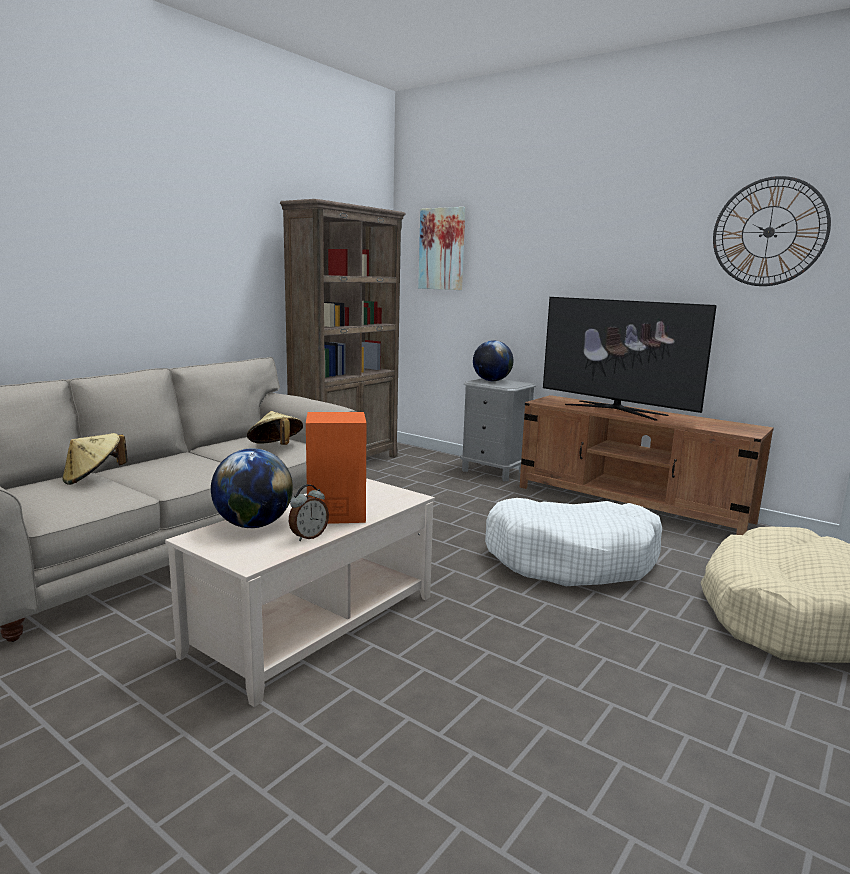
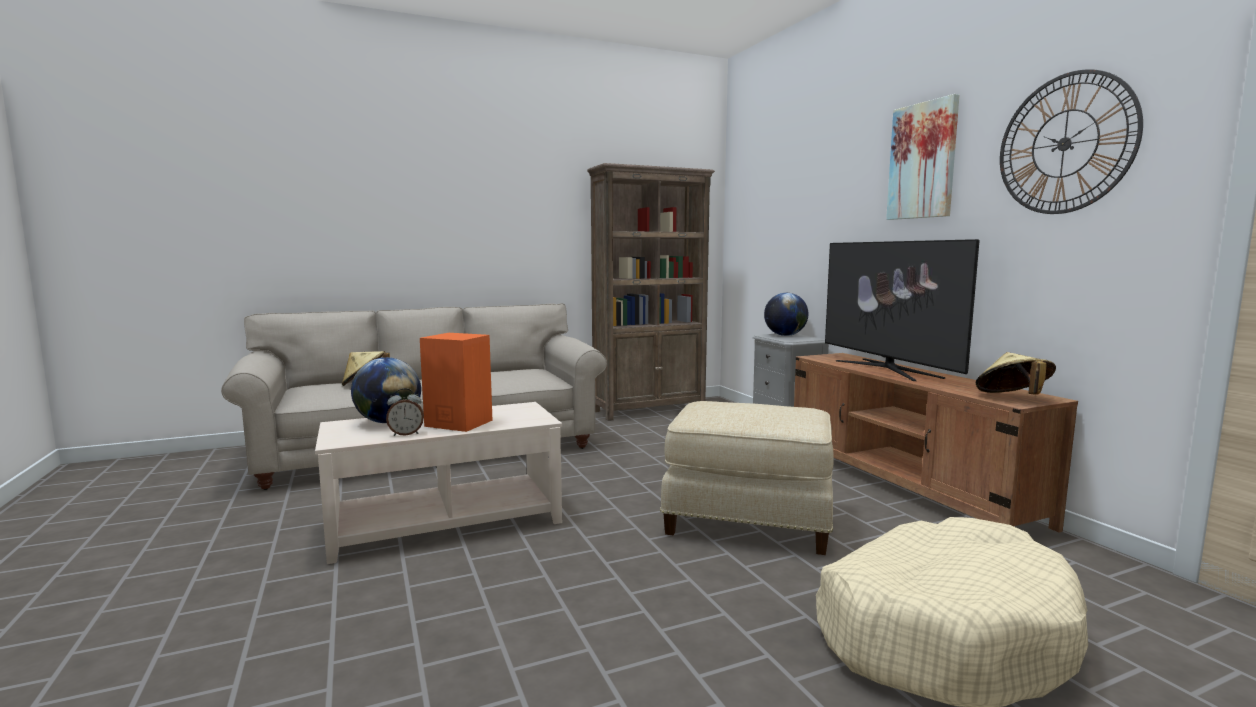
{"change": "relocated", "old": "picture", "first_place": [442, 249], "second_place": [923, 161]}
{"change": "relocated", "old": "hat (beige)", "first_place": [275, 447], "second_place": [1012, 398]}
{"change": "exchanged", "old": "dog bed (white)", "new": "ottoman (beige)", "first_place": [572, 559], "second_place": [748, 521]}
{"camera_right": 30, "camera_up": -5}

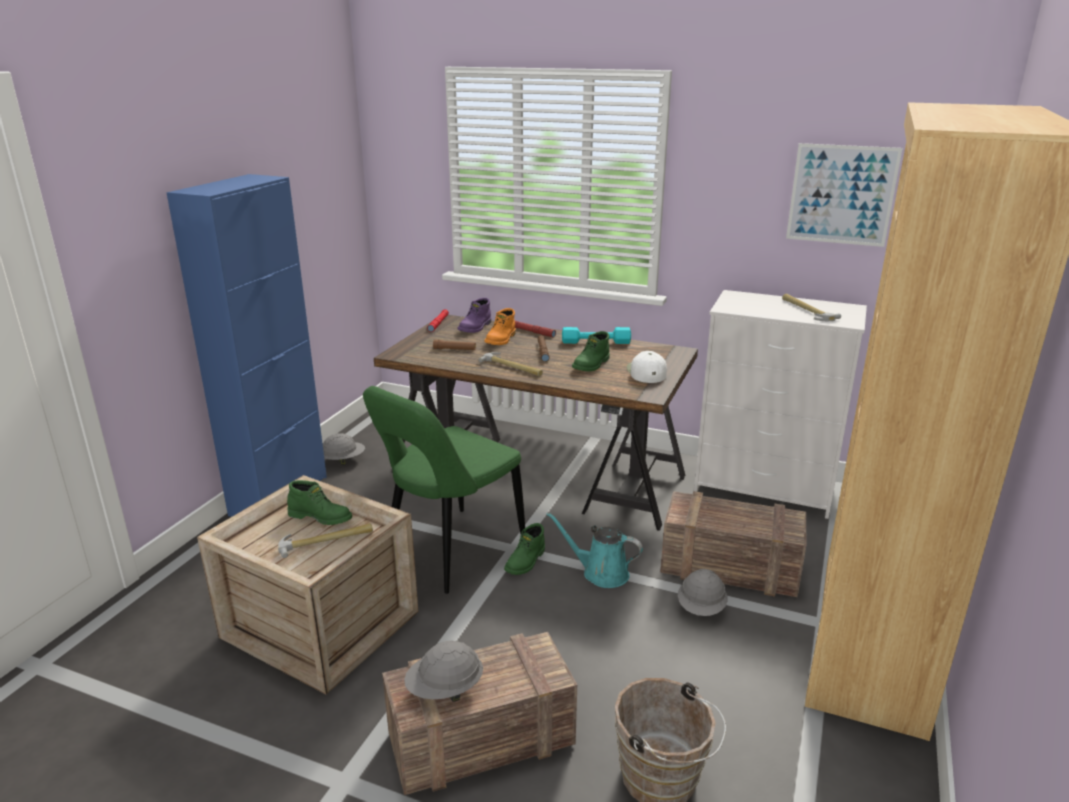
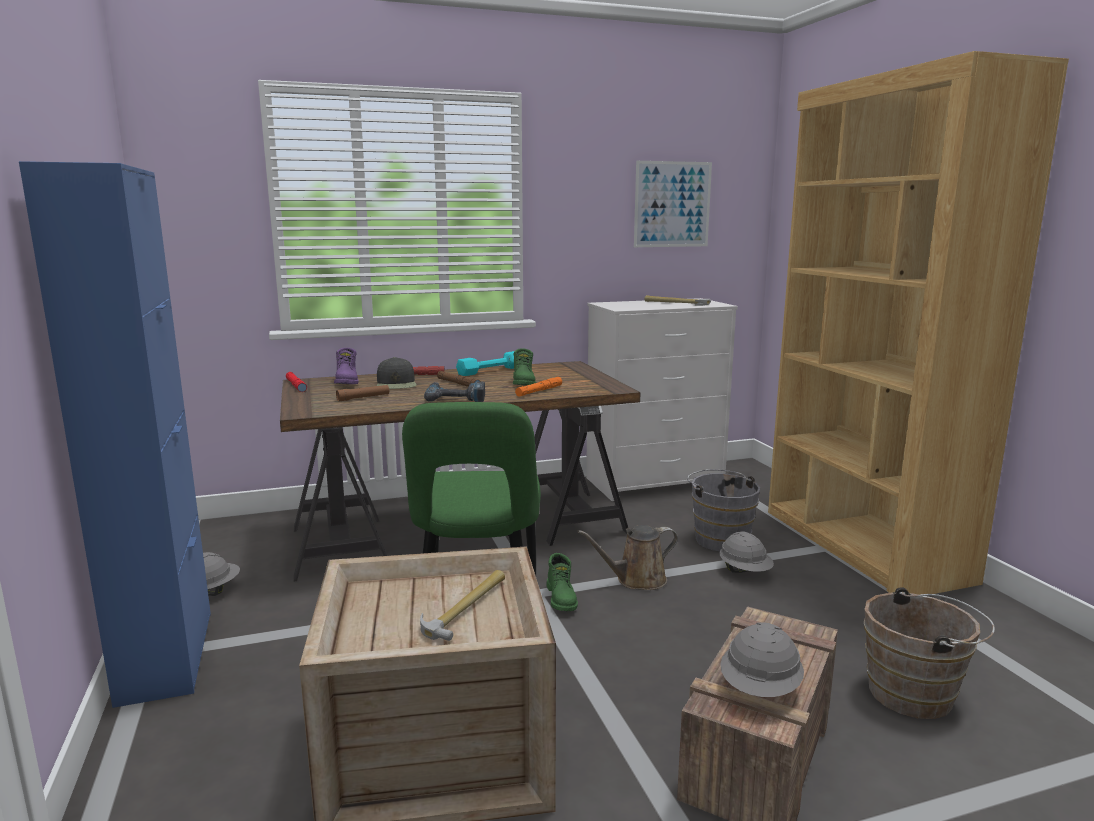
{"change": "exchanged", "old": "boot (orange)", "new": "cap (black)", "first_place": [501, 339], "second_place": [396, 384]}
{"change": "missing", "old": "cap (white)", "first_place": [646, 372]}
{"change": "exchanged", "old": "hammer", "new": "power drill", "first_place": [512, 367], "second_place": [455, 397]}
{"change": "missing", "old": "boot (green)", "first_place": [321, 517]}
{"change": "exchanged", "old": "crate", "new": "bucket (grey)", "first_place": [731, 568], "second_place": [719, 538]}
{"change": "colour", "old": "watering can (turquoise)", "new": "watering can (brown)", "first_place": [601, 573], "second_place": [636, 580]}
{"change": "appeared", "new": "flashlight (orange)", "second_place": [539, 391]}
{"camera_right": -40, "camera_up": -10}

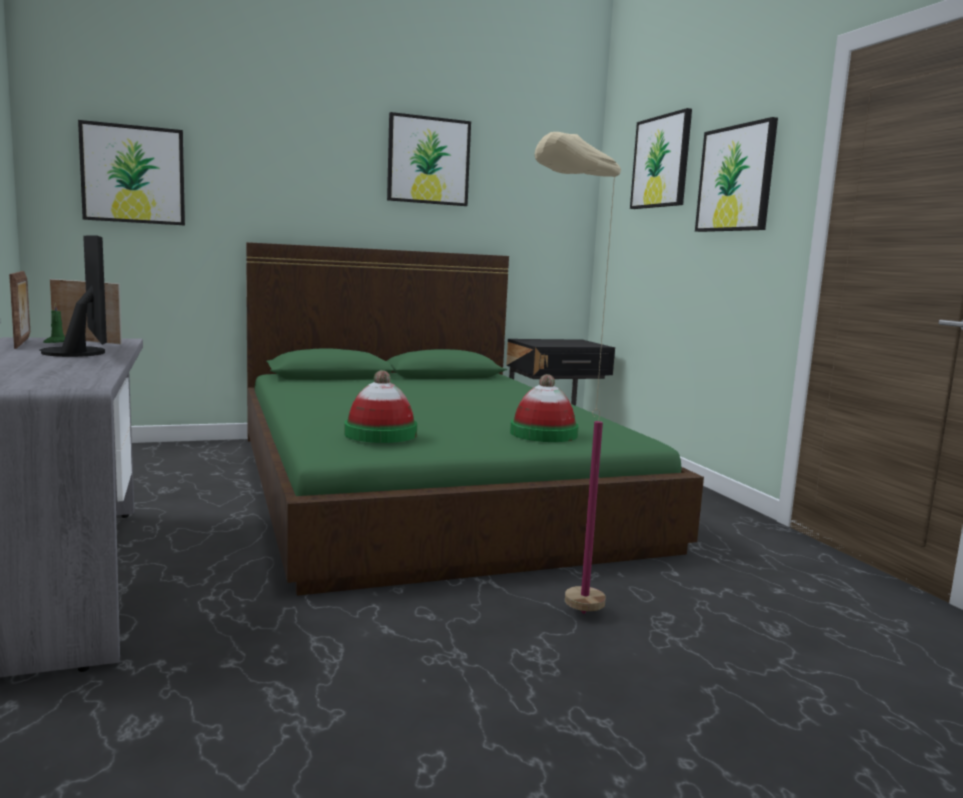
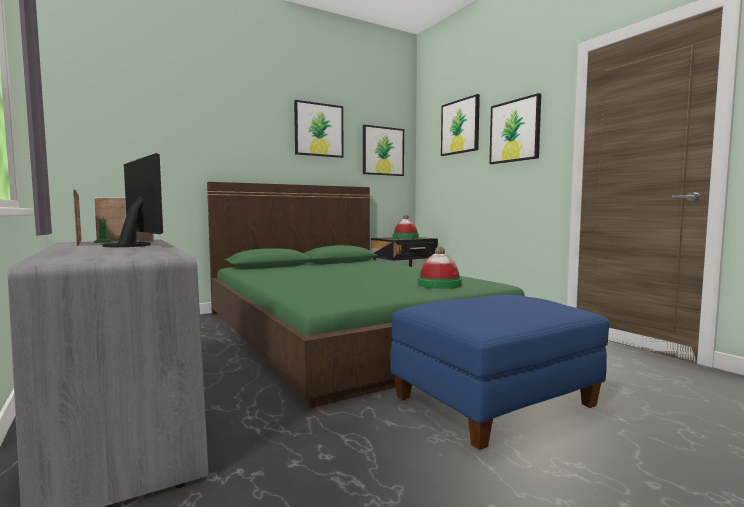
{"change": "relocated", "old": "picture", "first_place": [133, 174], "second_place": [383, 151]}
{"change": "exchanged", "old": "floor lamp (beige)", "new": "ottoman (blue)", "first_place": [556, 621], "second_place": [493, 402]}
{"change": "relocated", "old": "hat", "first_place": [380, 434], "second_place": [405, 237]}
{"camera_right": -10, "camera_up": -5}

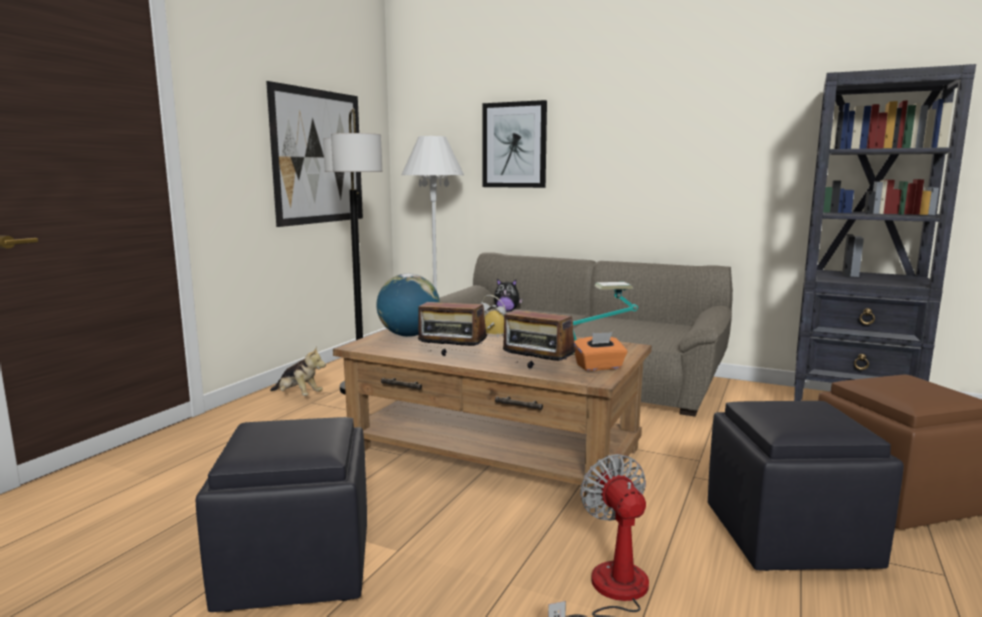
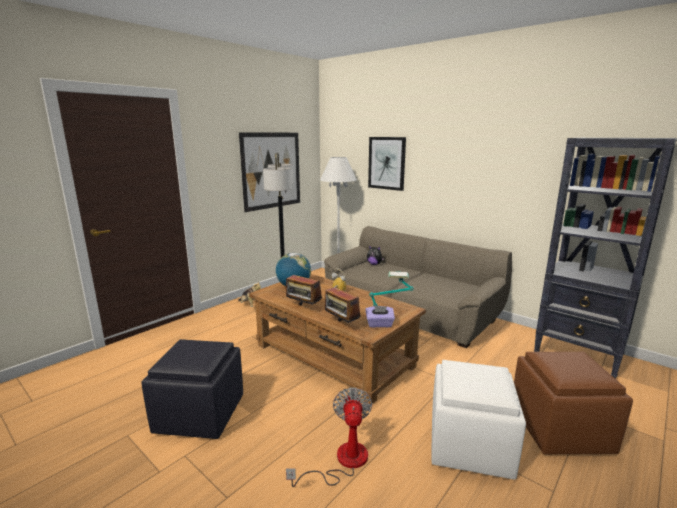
{"change": "colour", "old": "tissue box (orange)", "new": "tissue box (purple)", "first_place": [599, 367], "second_place": [379, 324]}
{"change": "colour", "old": "ottoman (black)", "new": "ottoman (white)", "first_place": [791, 537], "second_place": [470, 446]}
{"camera_right": 15, "camera_up": 5}

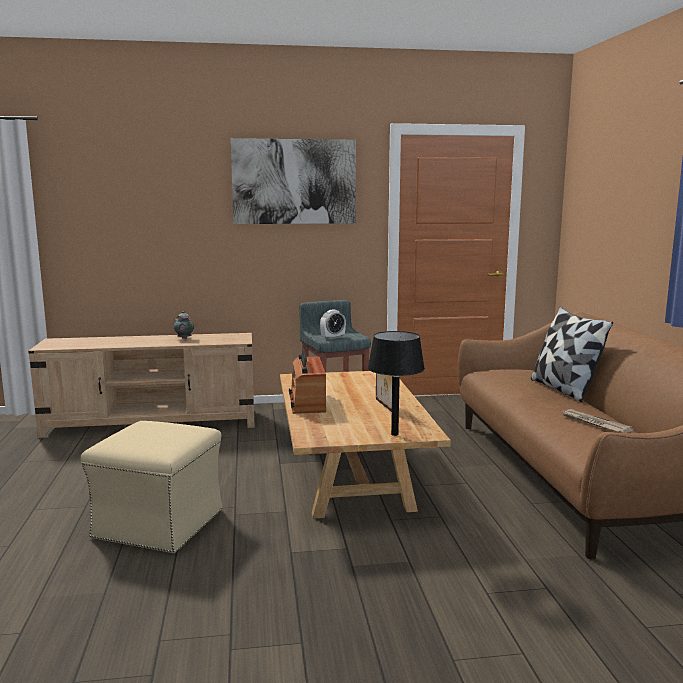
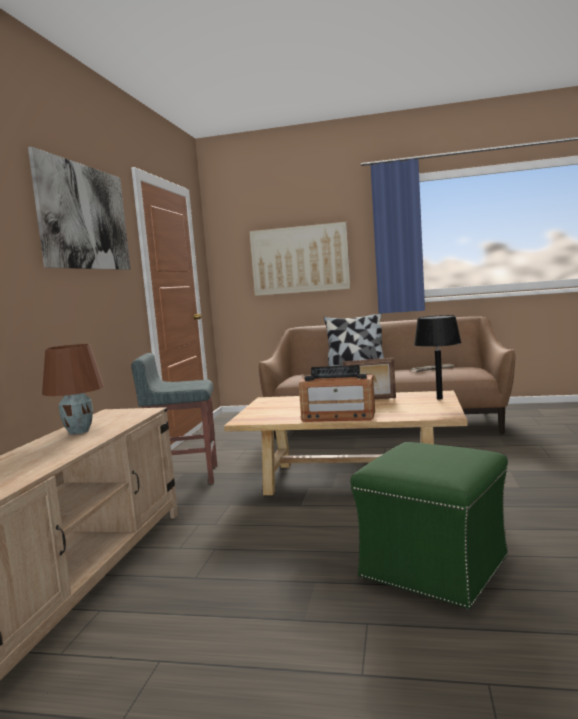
{"change": "missing", "old": "alarm clock", "first_place": [333, 337]}
{"change": "exchanged", "old": "teapot", "new": "table lamp (brown)", "first_place": [184, 338], "second_place": [79, 431]}
{"change": "colour", "old": "ottoman (beige)", "new": "ottoman (green)", "first_place": [160, 524], "second_place": [435, 566]}
{"change": "appeared", "new": "picture", "second_place": [299, 259]}
{"camera_right": -70, "camera_up": -5}

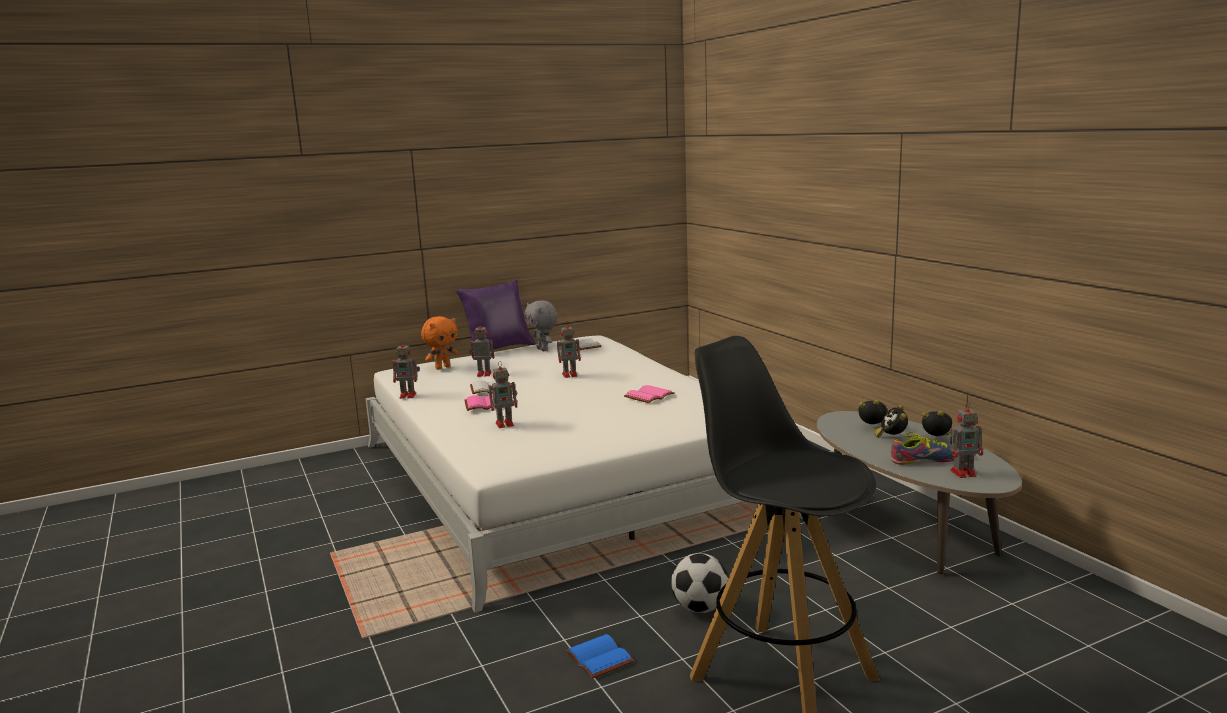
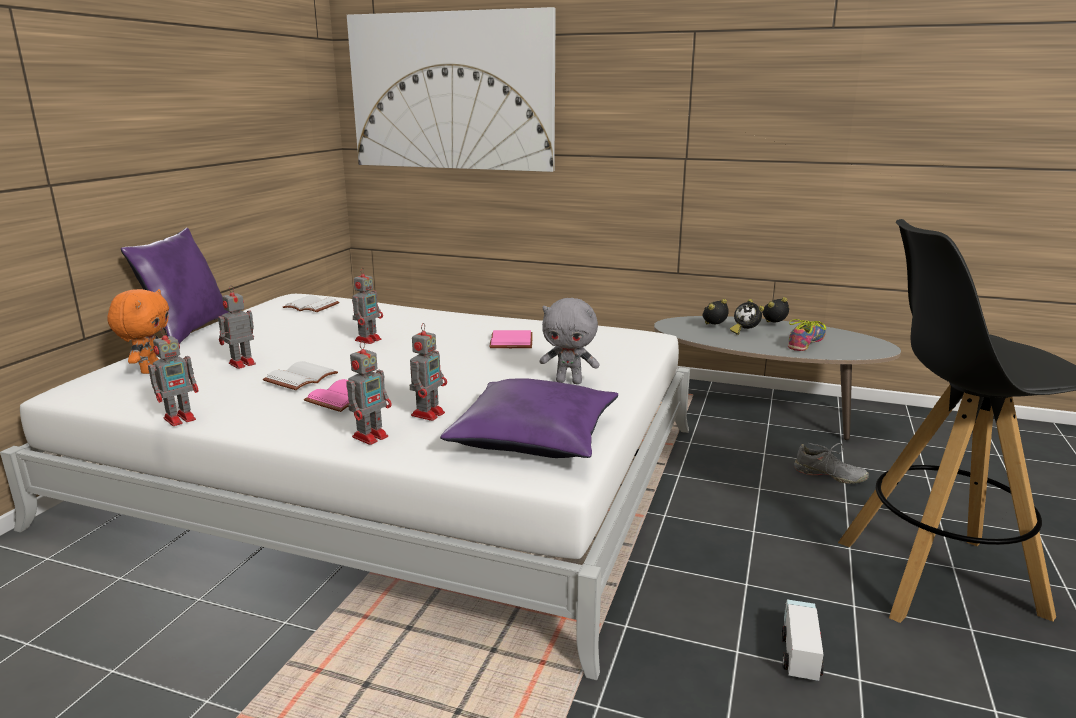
{"change": "relocated", "old": "plush toy (grey)", "first_place": [543, 349], "second_place": [569, 381]}
{"change": "relocated", "old": "toy robot", "first_place": [964, 473], "second_place": [371, 436]}
{"change": "missing", "old": "football", "first_place": [700, 608]}
{"change": "exchanged", "old": "book (blue)", "new": "toy truck", "first_place": [597, 658], "second_place": [799, 651]}
{"change": "appeared", "new": "picture", "second_place": [451, 92]}
{"change": "appeared", "new": "pillow (purple)", "second_place": [534, 436]}
{"change": "appeared", "new": "shoe (grey)", "second_place": [829, 476]}
{"camera_right": -45, "camera_up": 5}

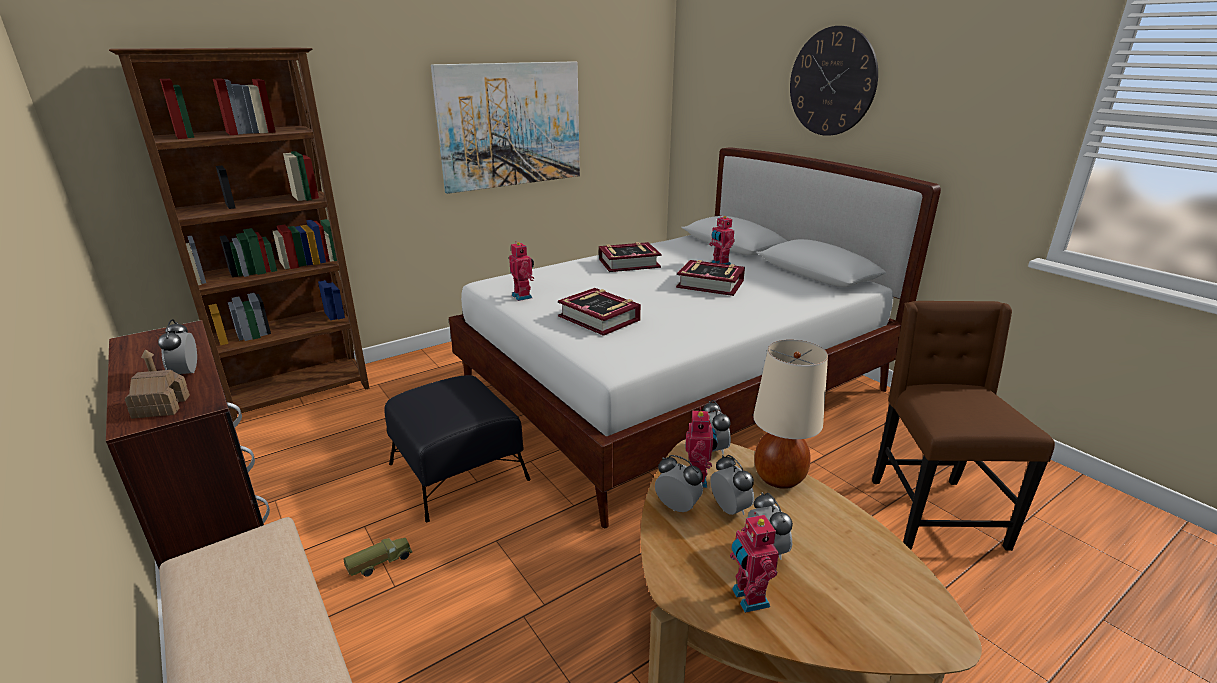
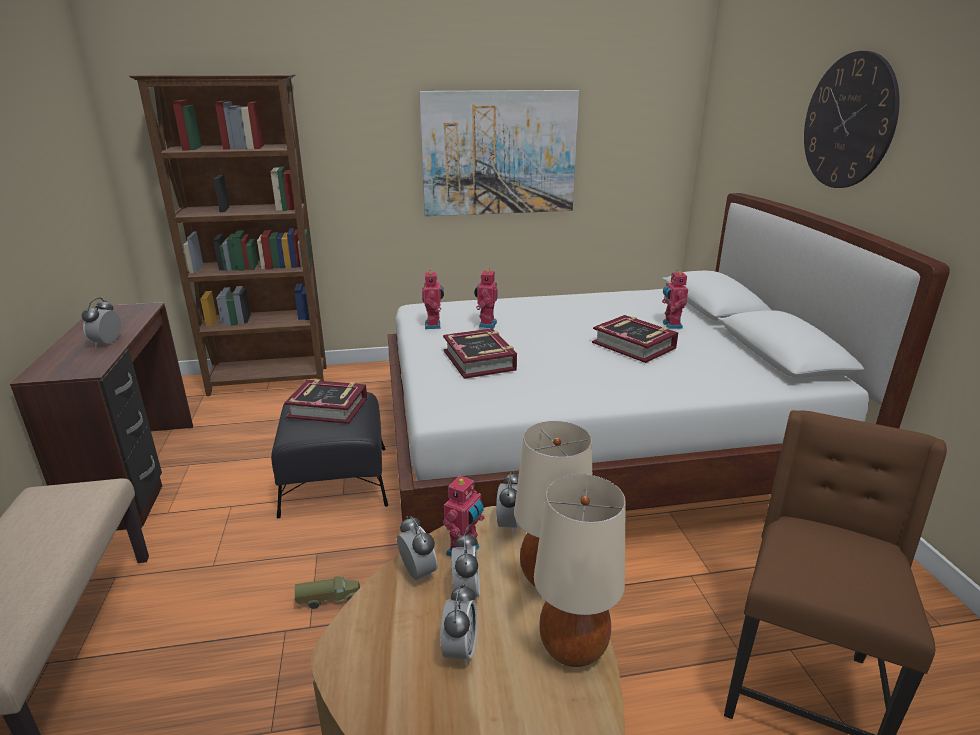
{"change": "relocated", "old": "book", "first_place": [629, 263], "second_place": [328, 408]}
{"change": "missing", "old": "toy house", "first_place": [161, 406]}
{"change": "relocated", "old": "toy robot", "first_place": [748, 598], "second_place": [486, 324]}
{"change": "relocated", "old": "toy truck", "first_place": [380, 563], "second_place": [329, 599]}
{"change": "appeared", "new": "table lamp (beige)", "second_place": [572, 647]}
{"camera_right": 25, "camera_up": 0}

